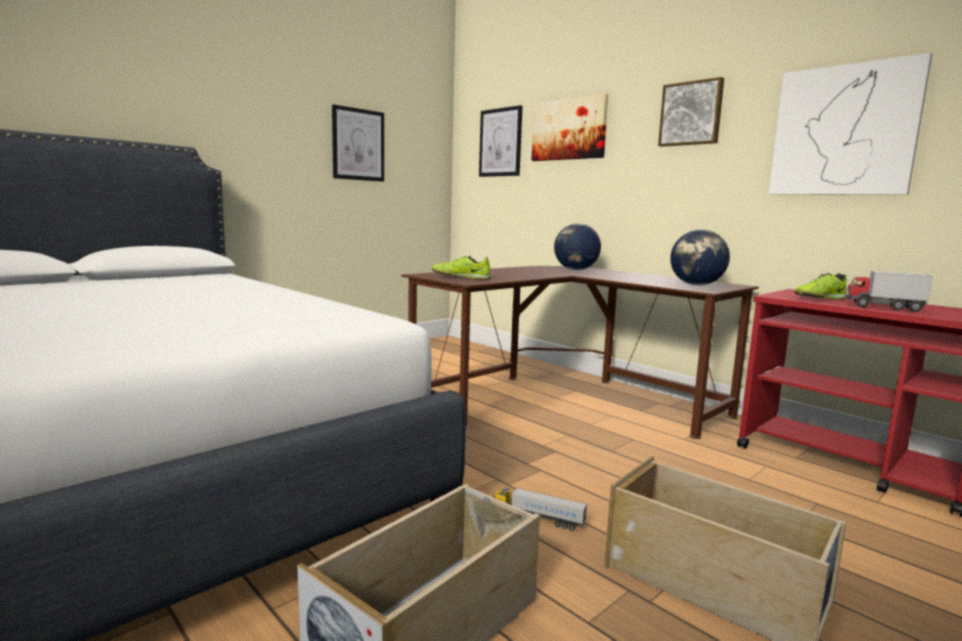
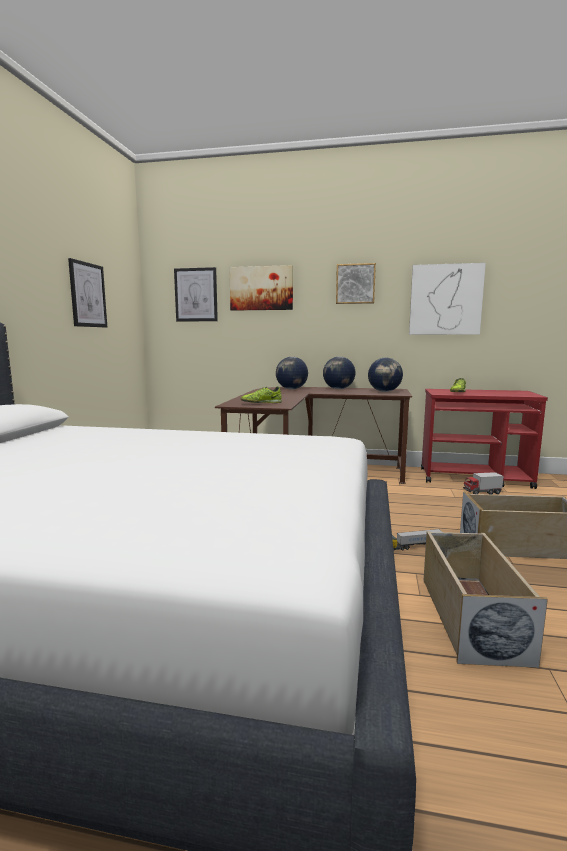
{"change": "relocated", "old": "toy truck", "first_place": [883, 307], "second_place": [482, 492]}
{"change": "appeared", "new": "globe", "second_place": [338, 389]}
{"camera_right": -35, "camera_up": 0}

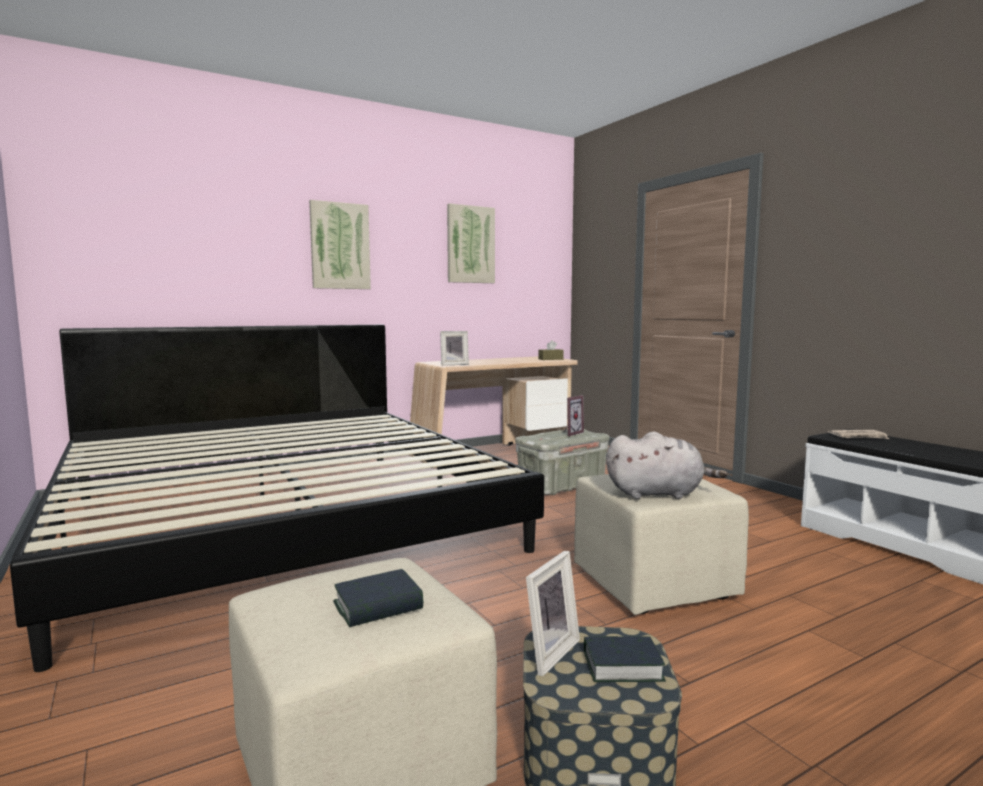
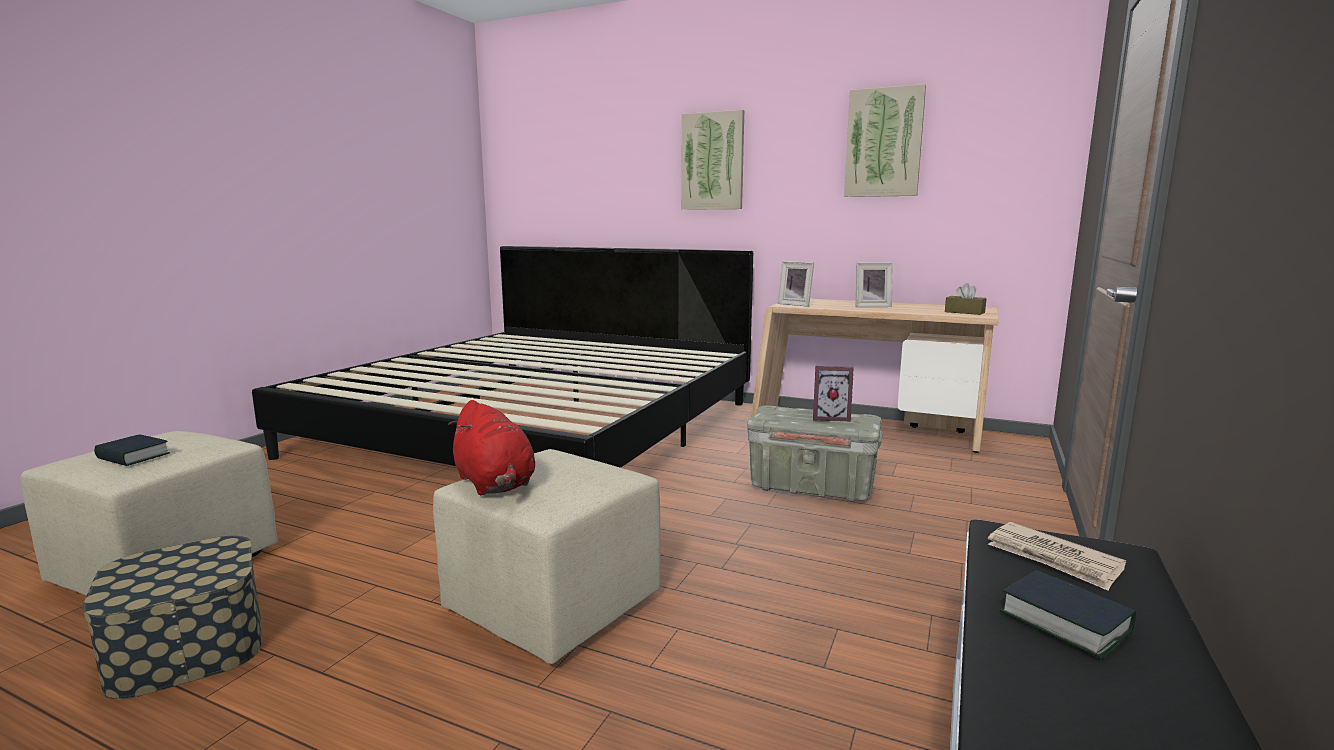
{"change": "colour", "old": "plush toy (grey)", "new": "plush toy (red)", "first_place": [658, 494], "second_place": [495, 484]}
{"change": "relocated", "old": "picture frame", "first_place": [546, 652], "second_place": [871, 306]}
{"change": "relocated", "old": "book", "first_place": [622, 666], "second_place": [1064, 622]}
{"camera_right": 55, "camera_up": 5}

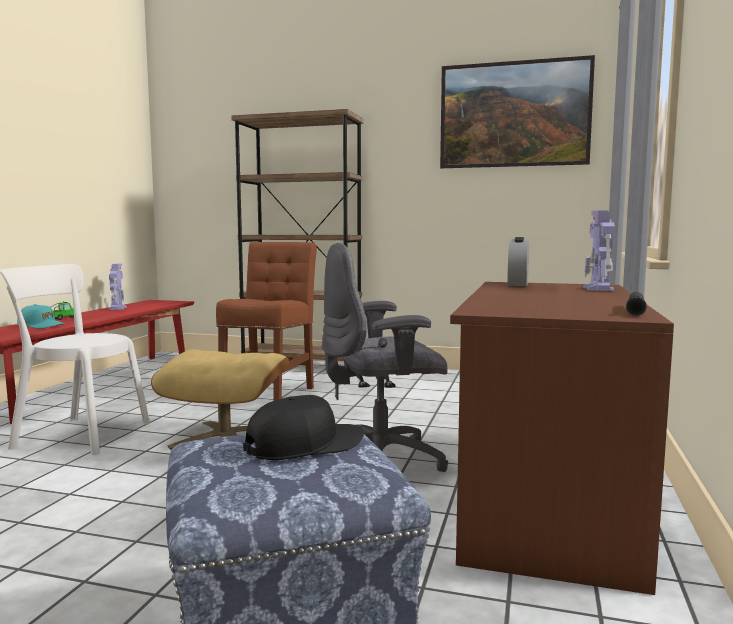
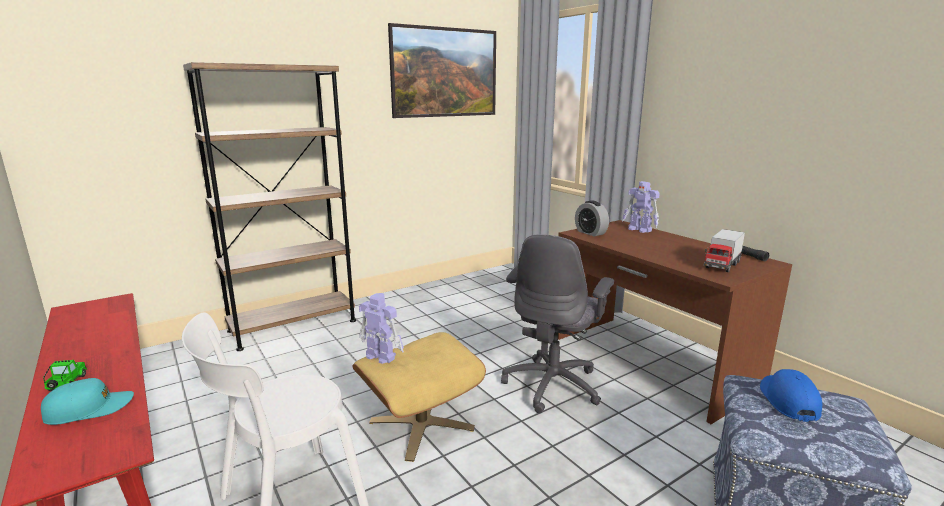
{"change": "missing", "old": "chair (brown)", "first_place": [270, 395]}
{"change": "relocated", "old": "toy robot", "first_place": [118, 308], "second_place": [380, 356]}
{"change": "colour", "old": "cap (black)", "new": "cap (blue)", "first_place": [305, 446], "second_place": [788, 400]}
{"change": "appeared", "new": "toy truck", "second_place": [721, 265]}
{"camera_right": -50, "camera_up": 10}

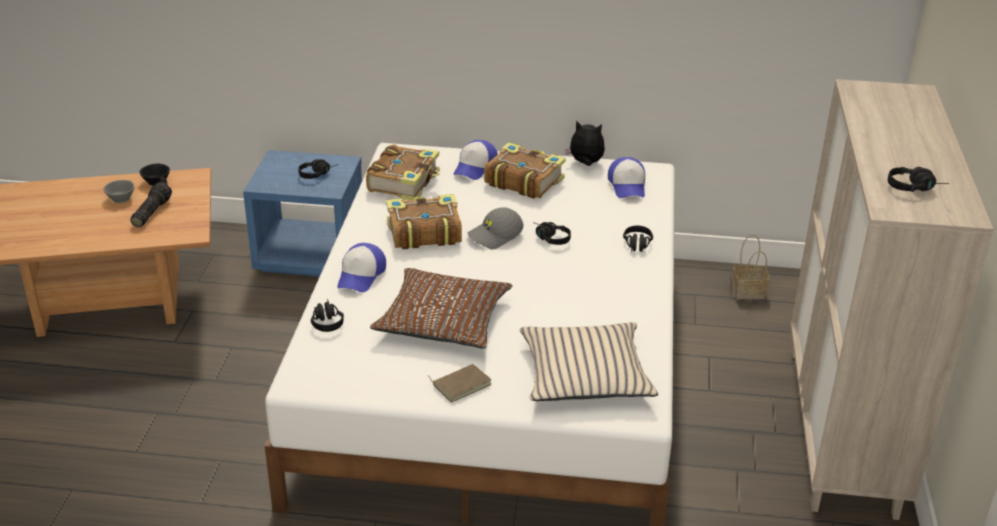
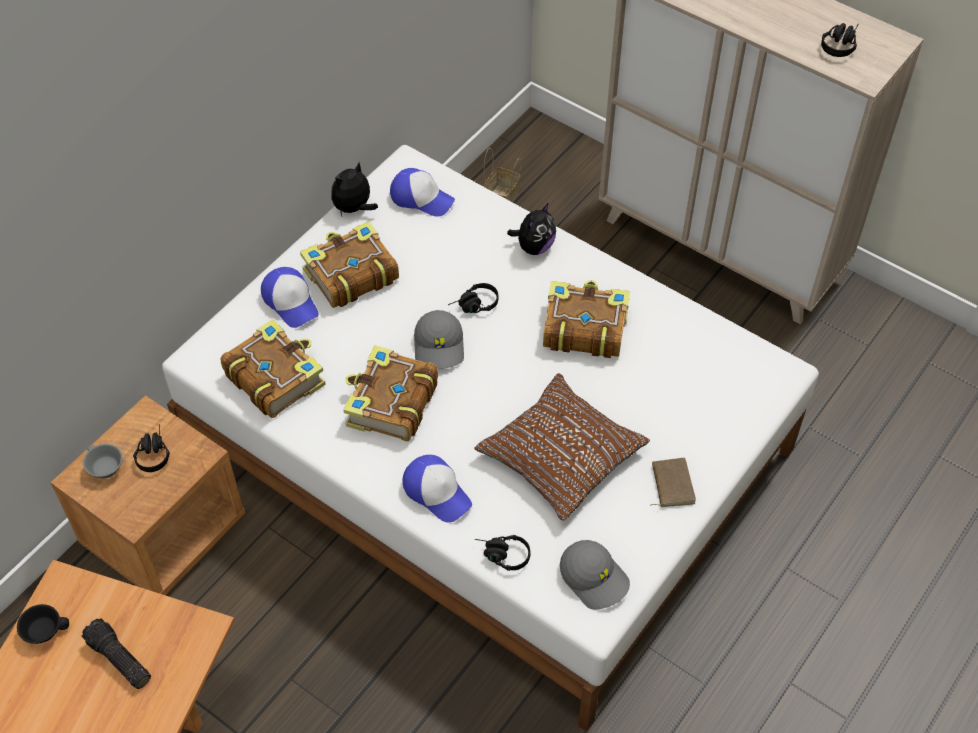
{"change": "colour", "old": "nightstand (blue)", "new": "nightstand (brown)", "first_place": [311, 255], "second_place": [164, 531]}
{"change": "relocated", "old": "cup (grey)", "first_place": [120, 197], "second_place": [104, 469]}
{"change": "exchanged", "old": "headphones (black)", "new": "plush toy", "first_place": [637, 246], "second_place": [534, 247]}
{"change": "missing", "old": "pillow (beige)", "first_place": [584, 374]}
{"change": "appeared", "new": "book", "second_place": [583, 327]}
{"change": "appeared", "new": "cap (grey)", "second_place": [595, 578]}
{"camera_right": -60, "camera_up": 20}

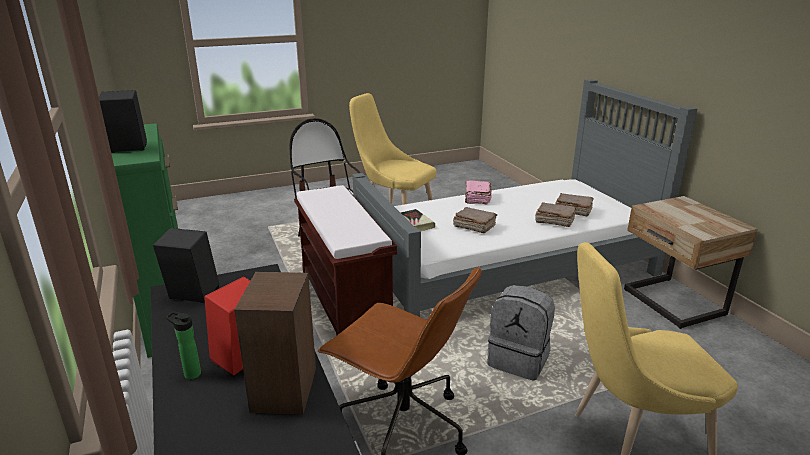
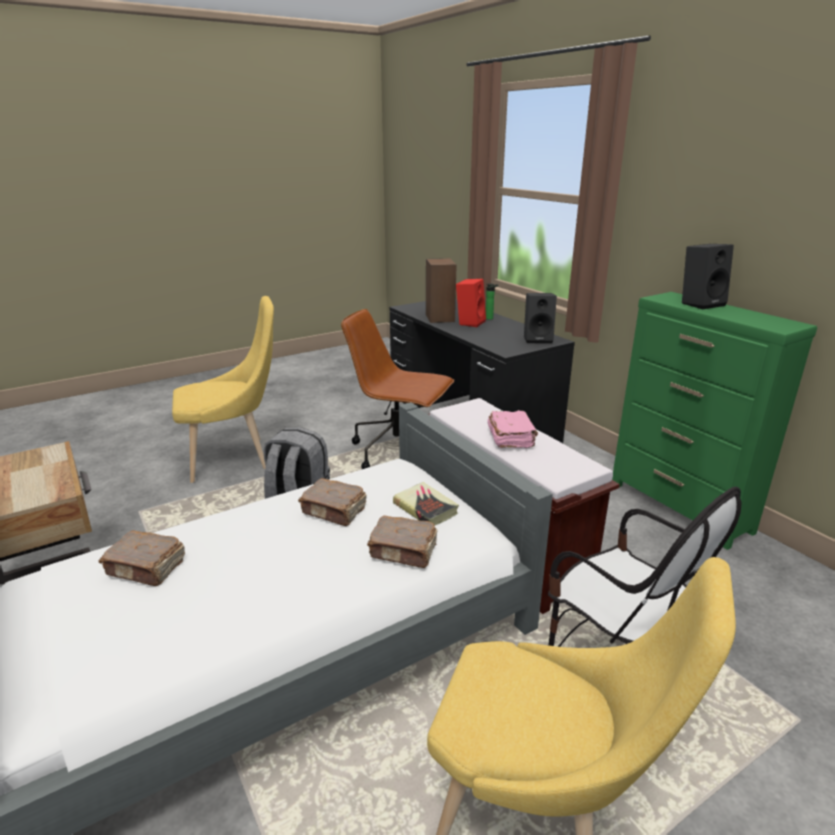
{"change": "relocated", "old": "book (pink)", "first_place": [477, 198], "second_place": [511, 438]}
{"change": "relocated", "old": "book (brown)", "first_place": [554, 221], "second_place": [404, 551]}
{"camera_right": 170, "camera_up": 0}

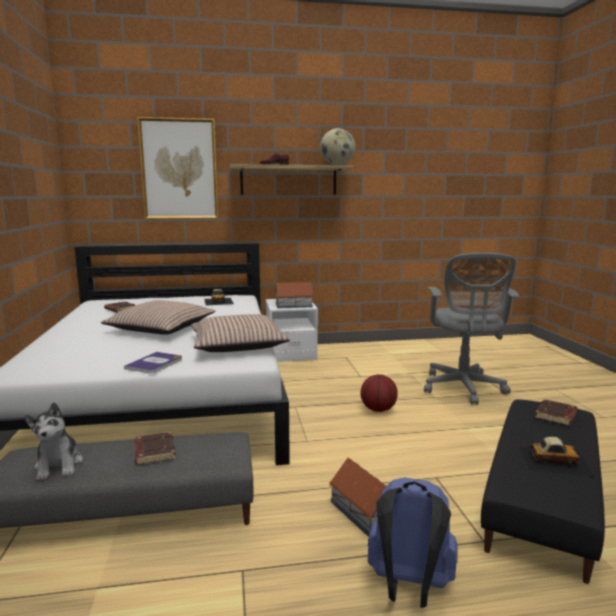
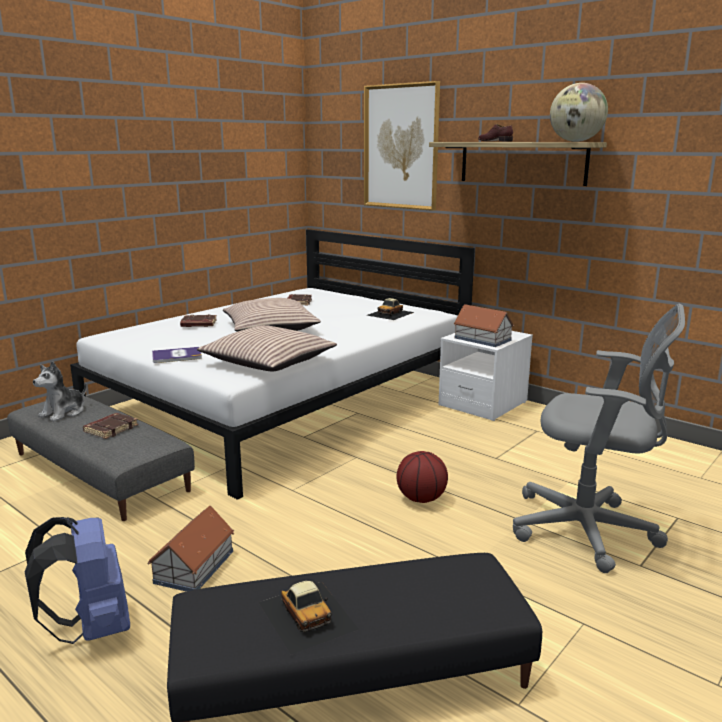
{"change": "spun", "old": "office chair (grey)", "first_place": [463, 388], "second_place": [589, 531], "degrees": -120}
{"change": "relocated", "old": "book (brown)", "first_place": [556, 416], "second_place": [198, 324]}
{"camera_right": 50, "camera_up": 5}

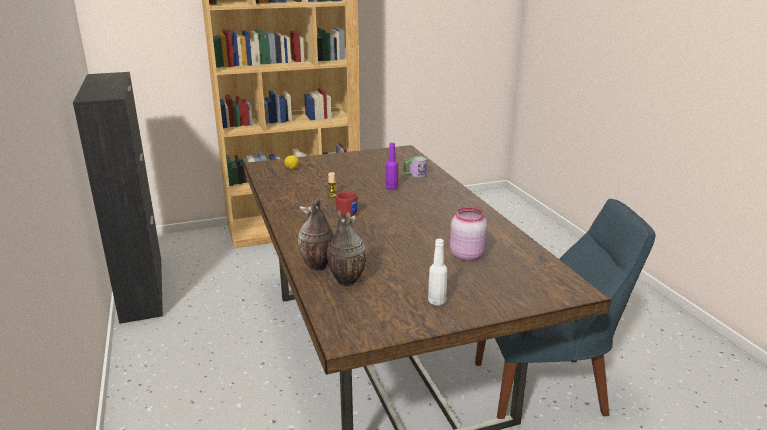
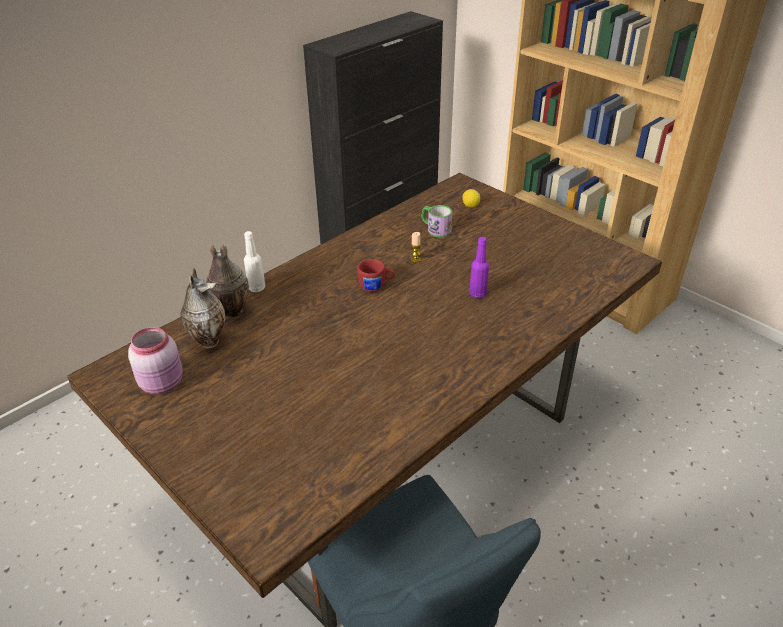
{"change": "relocated", "old": "mug", "first_place": [415, 175], "second_place": [435, 229]}
{"change": "relocated", "old": "jar (pink)", "first_place": [467, 255], "second_place": [163, 383]}
{"change": "relocated", "old": "bottle (white)", "first_place": [437, 301], "second_place": [257, 288]}
{"camera_right": 65, "camera_up": 15}

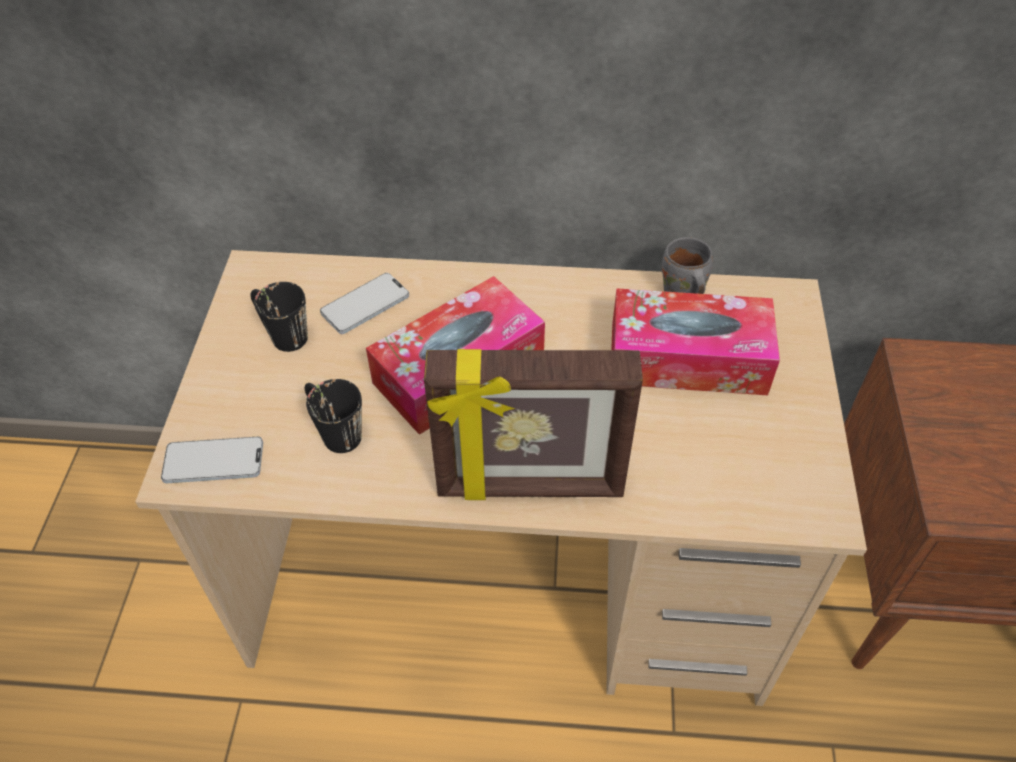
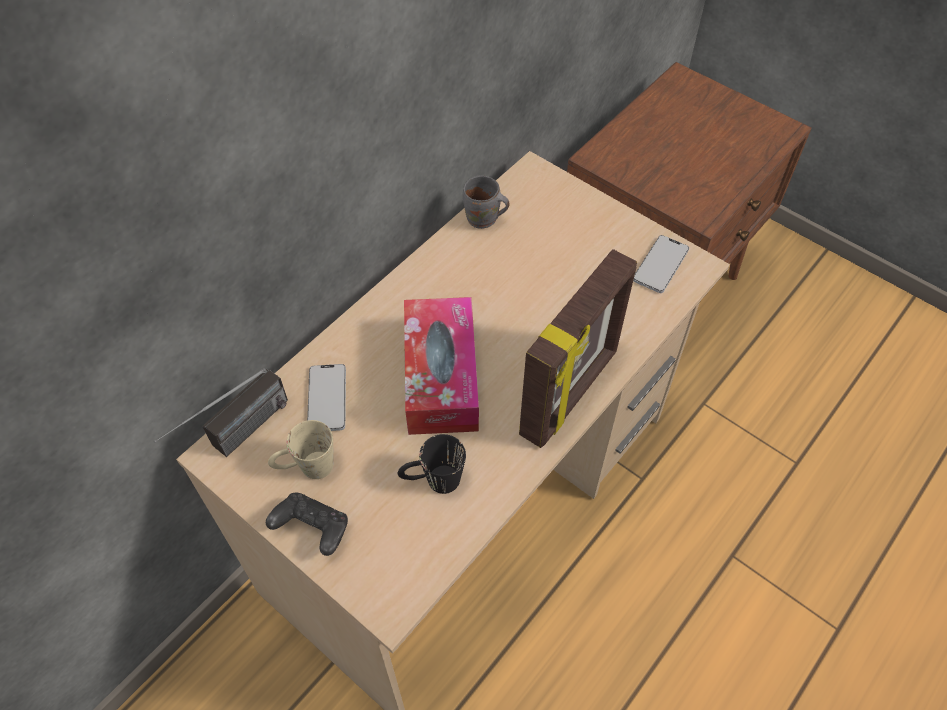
{"change": "colour", "old": "mug (black)", "new": "mug (beige)", "first_place": [281, 333], "second_place": [306, 468]}
{"change": "missing", "old": "tissue box", "first_place": [687, 358]}
{"change": "relocated", "old": "phone", "first_place": [213, 461], "second_place": [660, 265]}
{"change": "appeared", "new": "radio", "second_place": [235, 439]}
{"change": "appeared", "new": "game controller (black)", "second_place": [312, 529]}
{"camera_right": -55, "camera_up": 5}

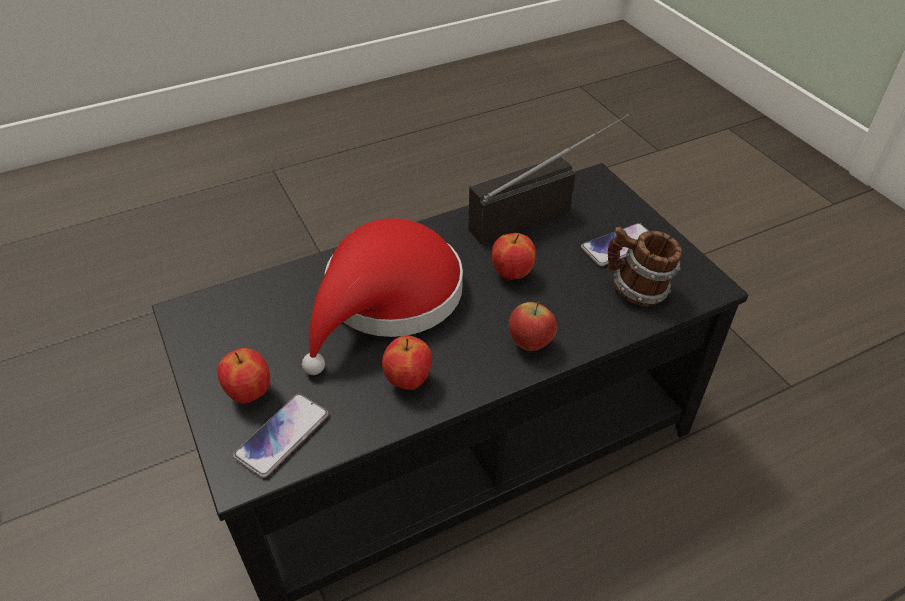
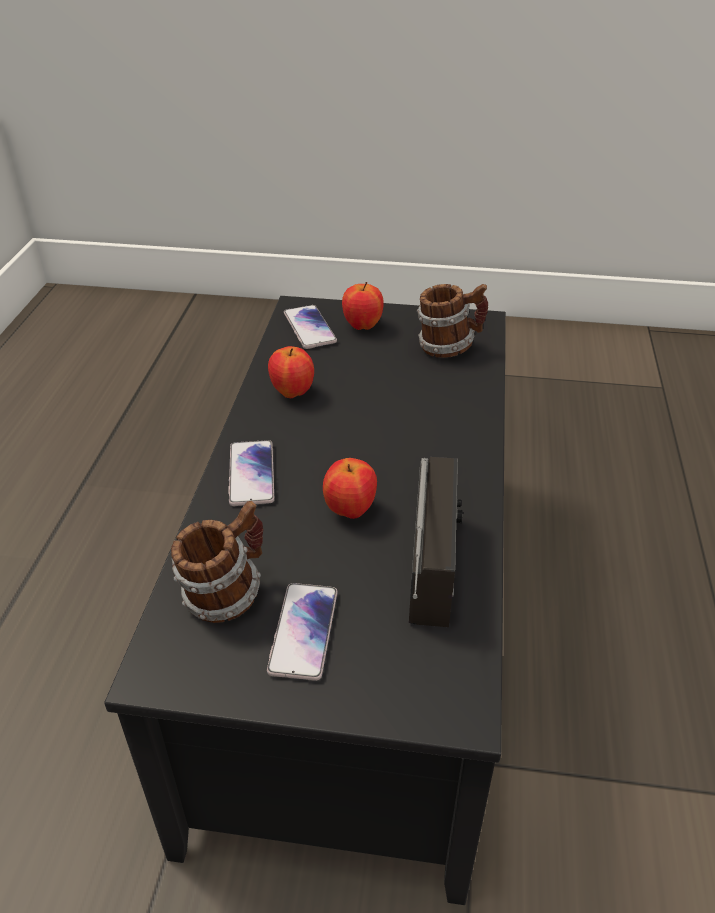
{"change": "missing", "old": "hat (red)", "first_place": [387, 299]}
{"change": "exchanged", "old": "apple", "new": "phone", "first_place": [530, 343], "second_place": [251, 474]}
{"change": "appeared", "new": "mug", "second_place": [448, 347]}
{"camera_right": 125, "camera_up": -5}

